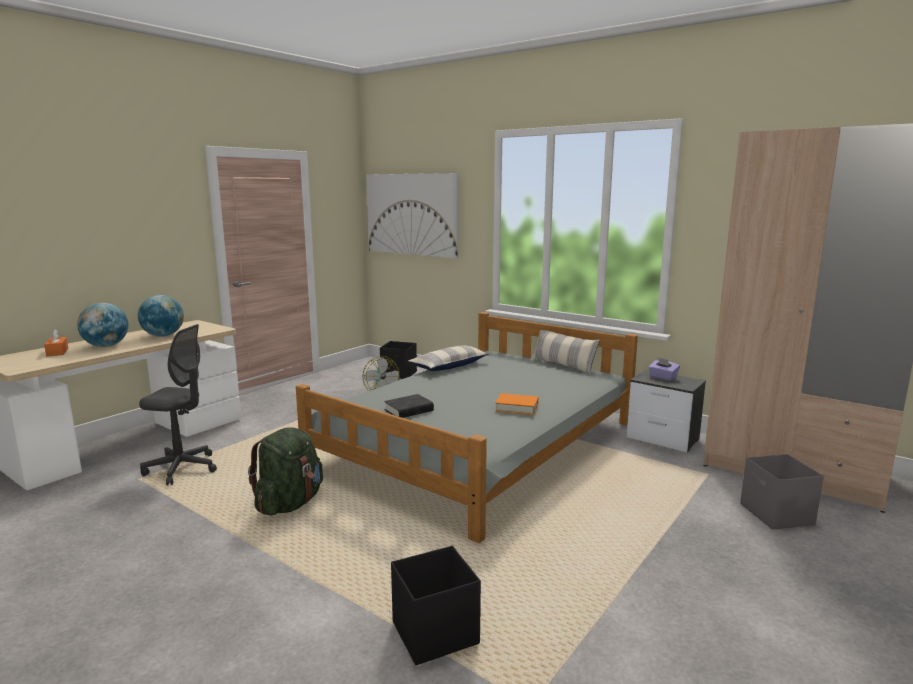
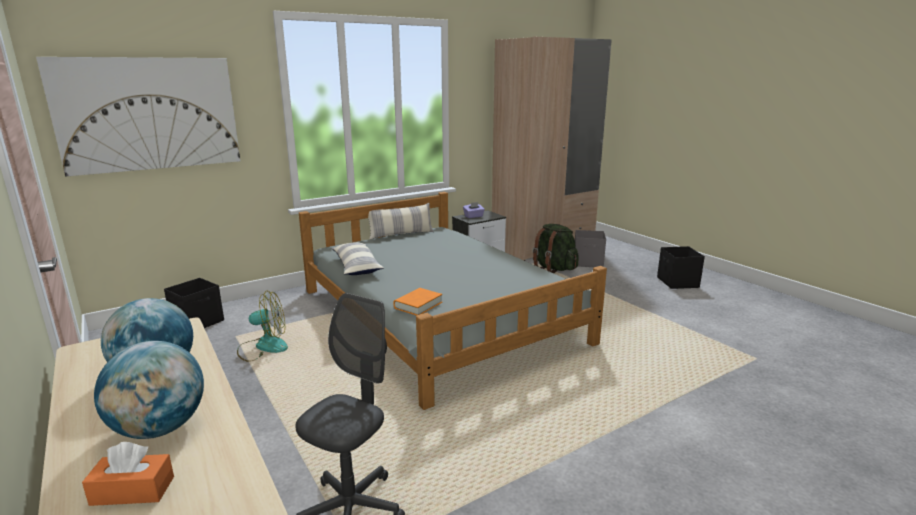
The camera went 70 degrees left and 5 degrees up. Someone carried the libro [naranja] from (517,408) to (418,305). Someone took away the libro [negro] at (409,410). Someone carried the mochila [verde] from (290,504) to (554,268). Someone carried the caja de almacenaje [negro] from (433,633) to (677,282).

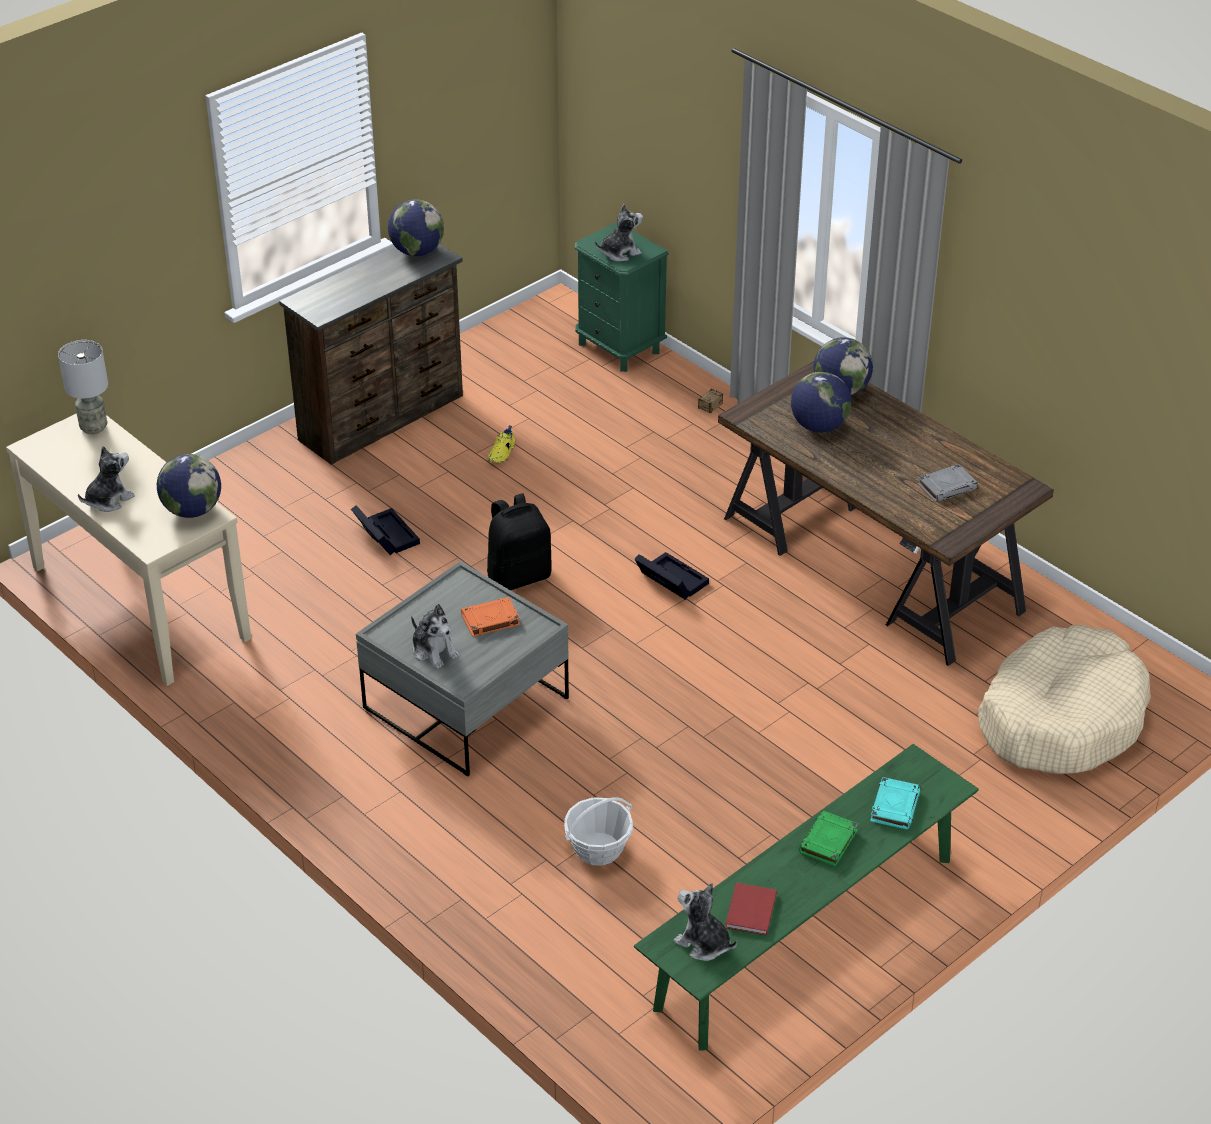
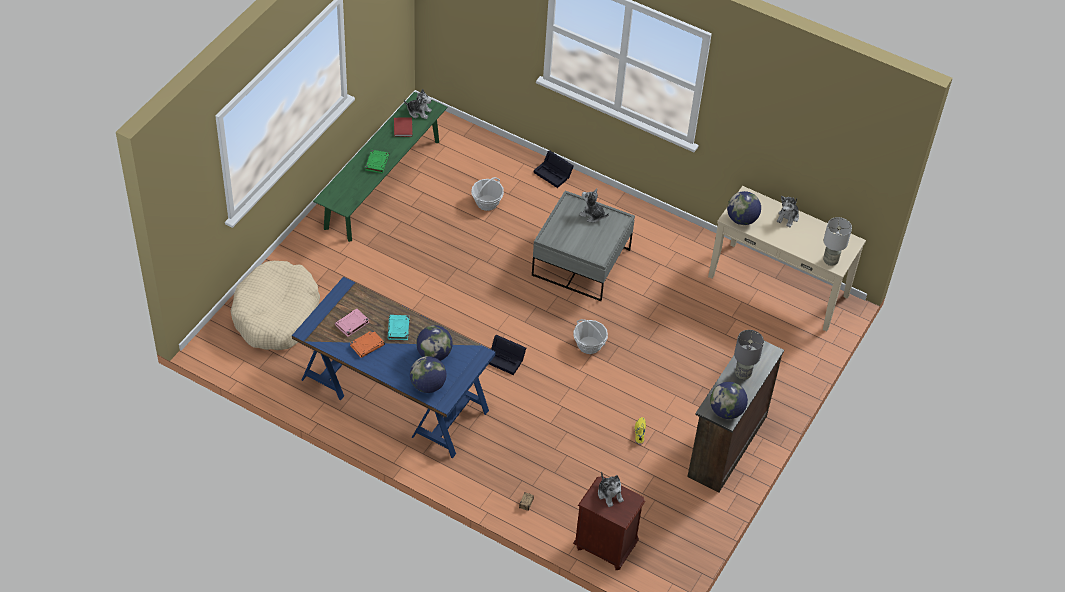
The camera went 160 degrees right and 10 degrees up. Someone rotated the peluche at (619,252) by 75 degrees counterclockwise. Someone repainted the mesita de noche [verde] at (619,348), which became the mesita de noche [marrón] at (605,547). Someone repainted the escritorio [marrón] at (872,563), which became the escritorio [azul] at (394,395). Someone repainted the libro [gris] at (947,487), which became the libro [rosa] at (352,324). Someone swapped the mochila [negro] at (519,575) for the cesta at (589,345). Someone carried the caja de almacenaje [negro] from (384,535) to (554,174). Someone carried the libro [naranja] from (490,620) to (367,345). Someone carried the libro [turquesa] from (894,806) to (398,329). Someone put down the lámpara de mesa [gris] at (743,374).

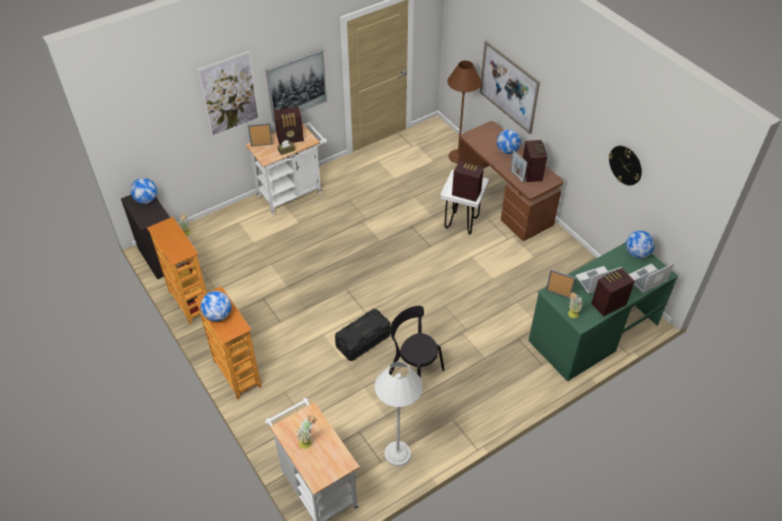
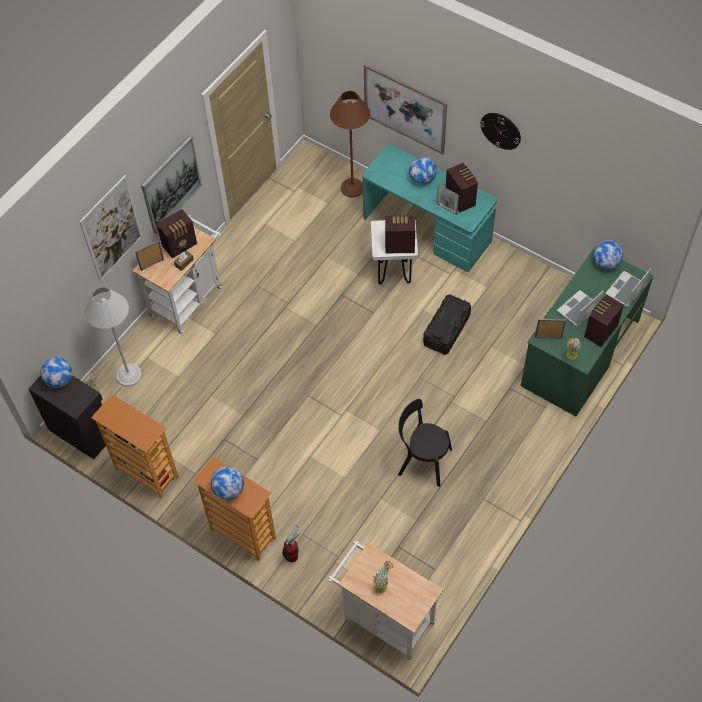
The camera went 20 degrees left and 10 degrees up. Someone repainted the escritorio [marrón] at (504,201), which became the escritorio [turquesa] at (427,229). Someone carried the reloj de pared from (625,165) to (501,130). Someone carried the caja de almacenaje [negro] from (363,341) to (446,330). Someone carried the lámpara de pie [blanco] from (397,453) to (128,375). Someone put down the extintor at (292,557).

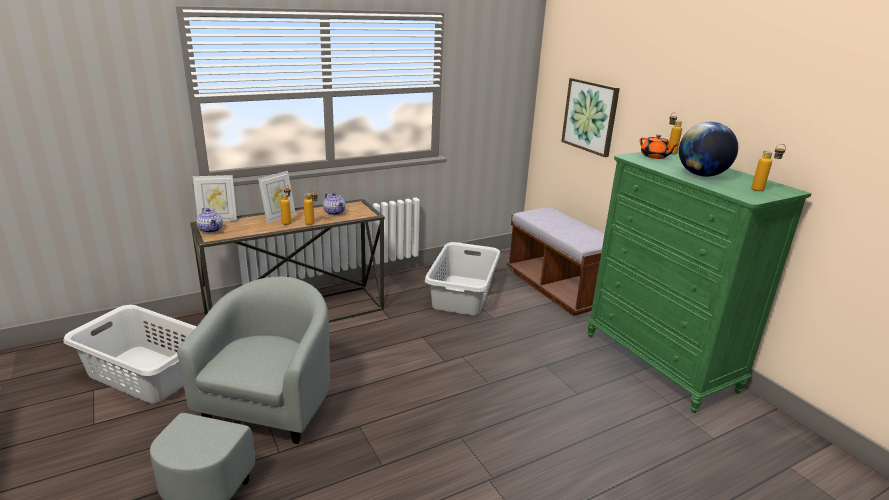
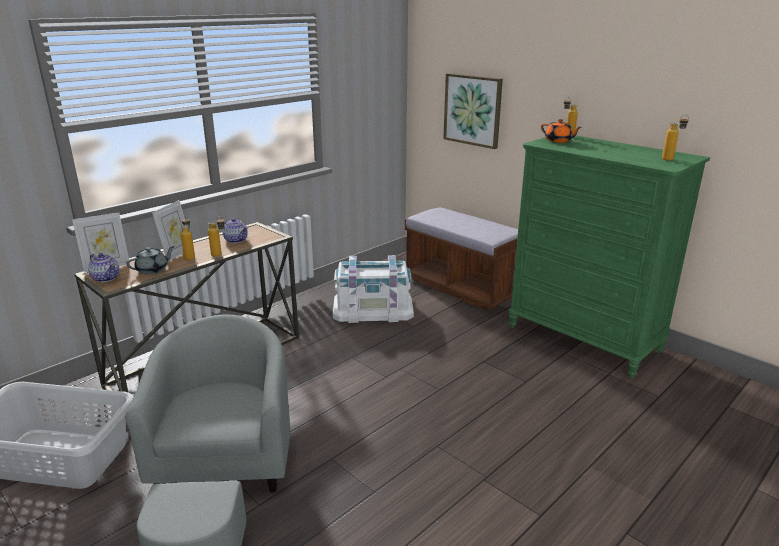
The camera went 15 degrees left and 0 degrees up. Someone took away the globo terráqueo at (701,175). Someone swapped the cesto de la ropa [gris] at (463,294) for the caja de almacenaje [blanco] at (373,308). Someone put down the tetera [gris] at (153,270).

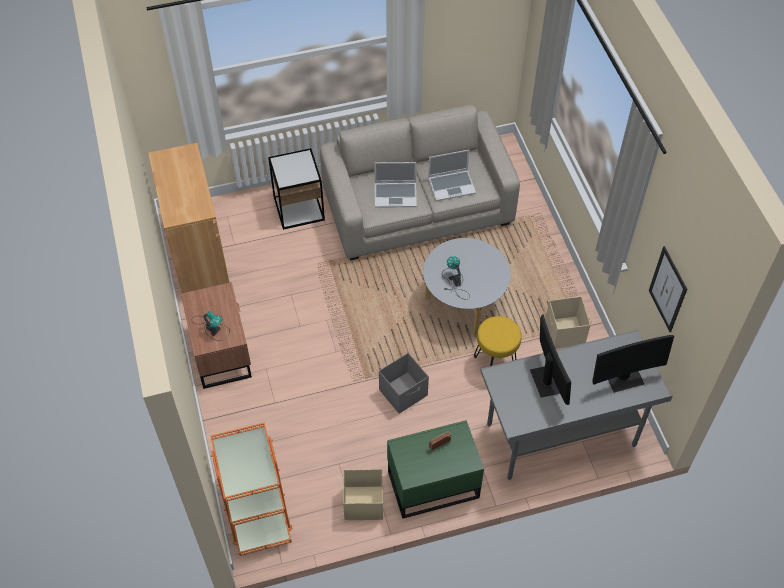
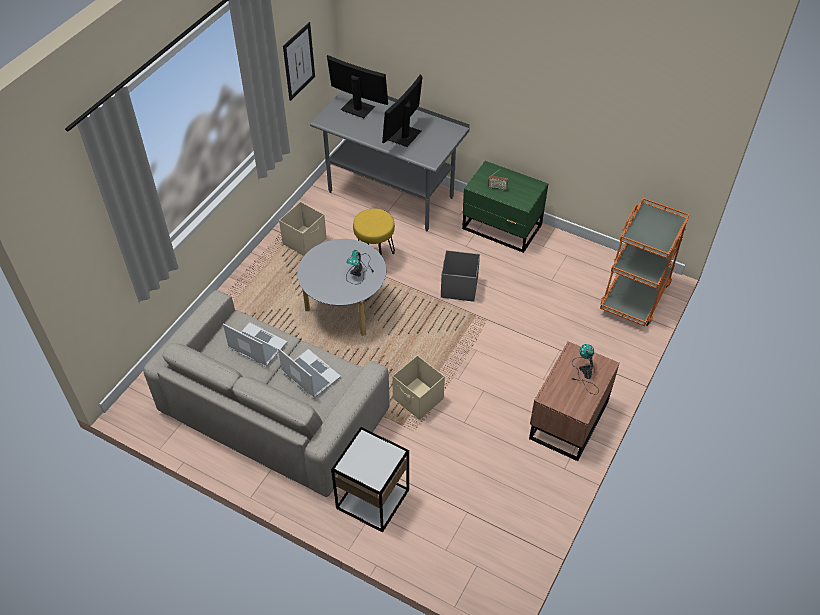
The camera went 135 degrees left and 5 degrees down. Someone took away the armario [marrón] at (199,259). Someone carried the caja de almacenaje [beis] from (363,503) to (418,399).

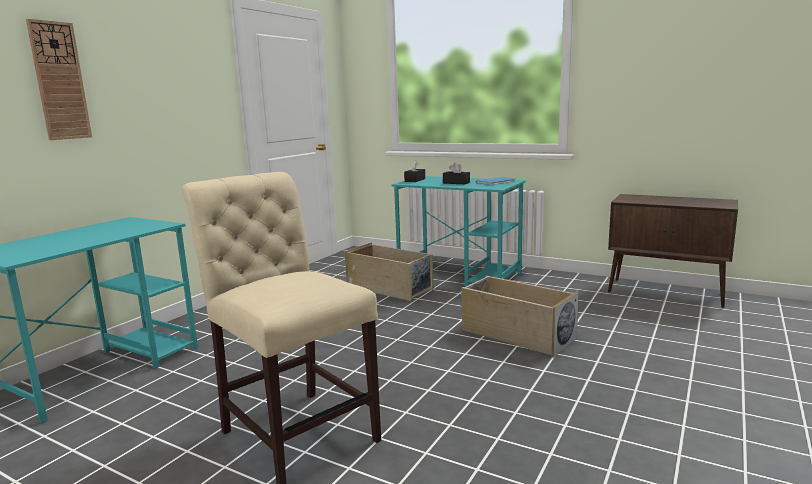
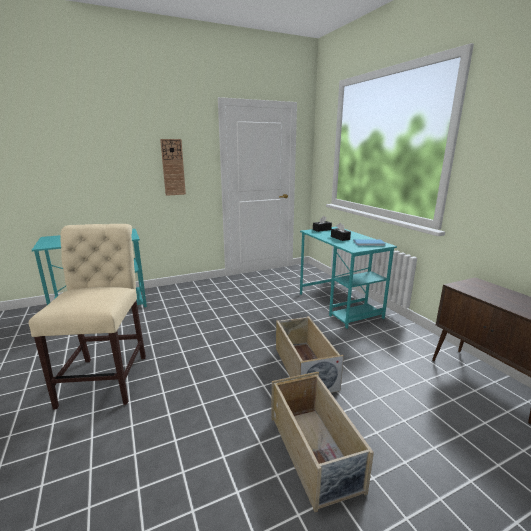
The camera went 35 degrees right and 5 degrees up. Someone carried the reloj de pared from (59,81) to (173,167). Someone carried the caja de almacenaje [beis] from (390,288) to (315,453).

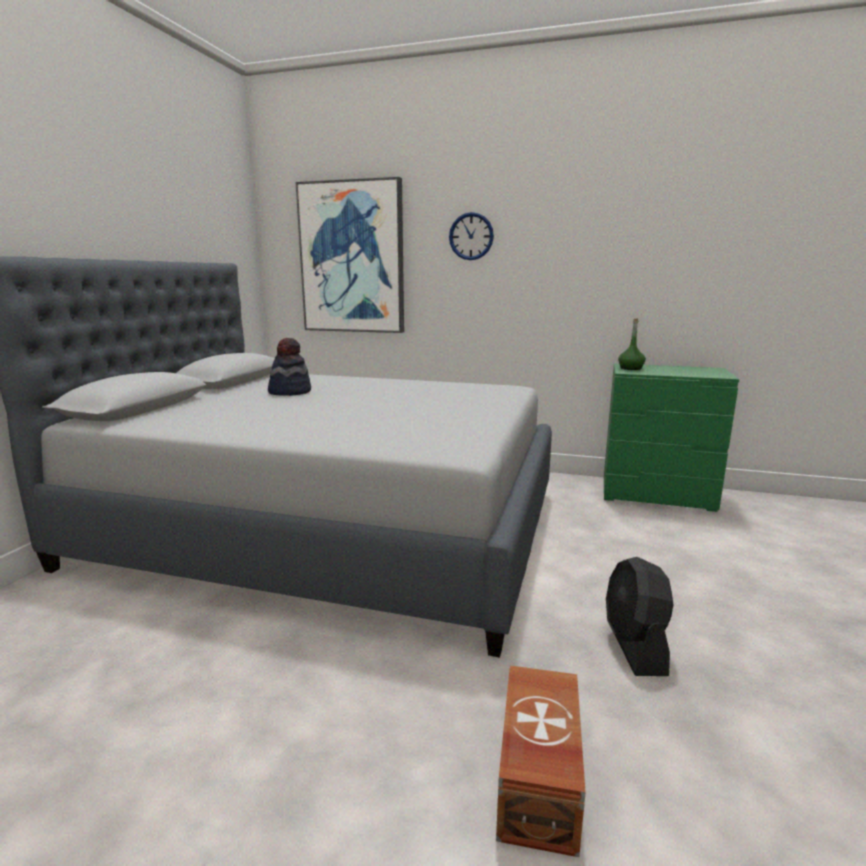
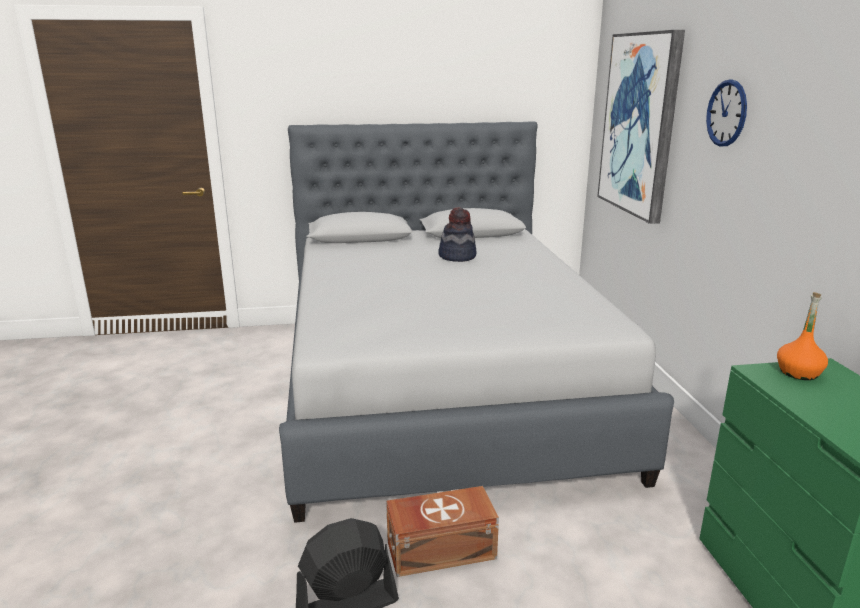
The camera went 65 degrees right and 5 degrees up. Someone repainted the botella [verde] at (630,368), which became the botella [naranja] at (798,372). Someone carried the caja de almacenaje [marrón] from (536,780) to (439,549).

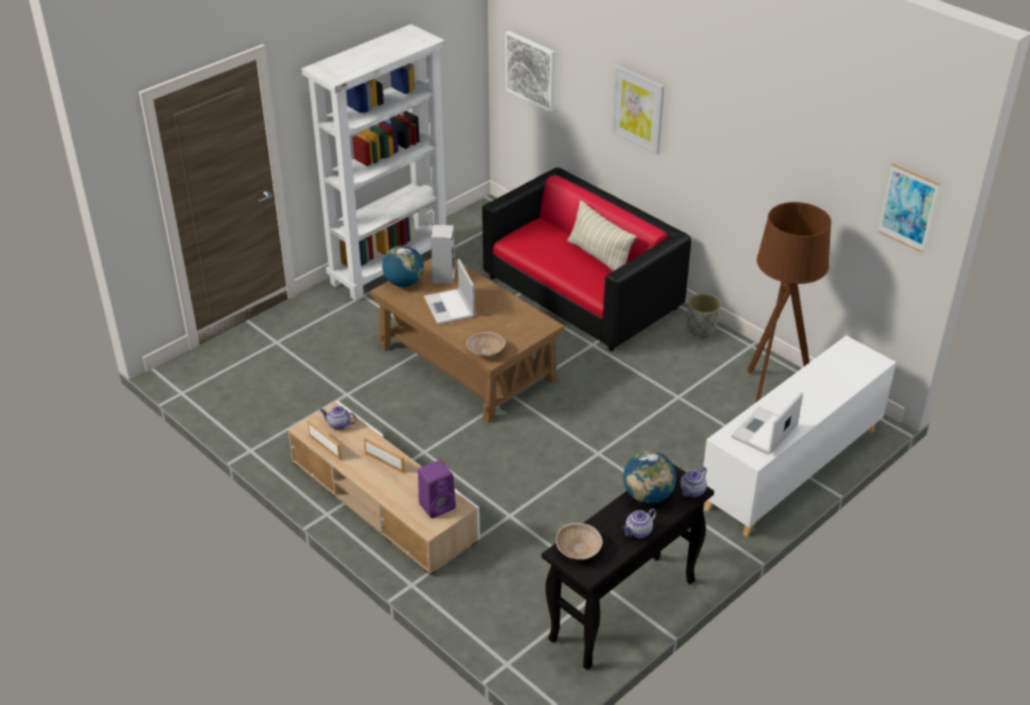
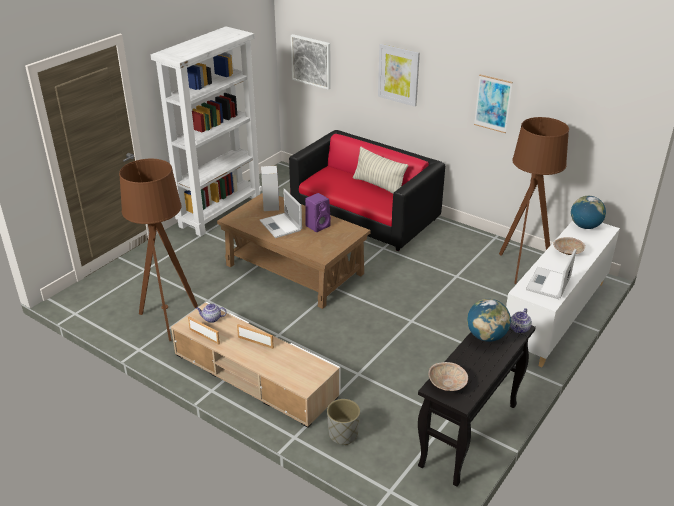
The camera went 10 degrees left and 5 degrees down. Someone carried the cuadro from (908,207) to (493,103). Someone carried the globo terráqueo from (404,283) to (585,226). Someone carried the maceta [gris] from (701,329) to (343,434). Someone carried the cuenco [beis] from (485,351) to (567,252). Someone carried the altavoz [morado] from (438,505) to (318,225). Someone took away the tetera at (638,532). Someone put down the lámpara de pie [marrón] at (169,320).

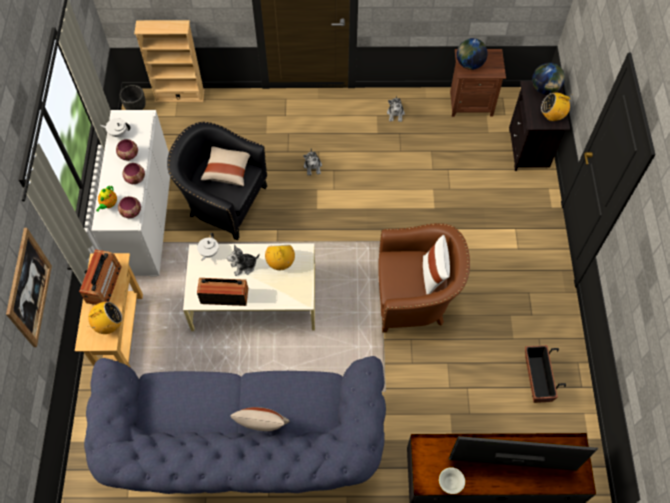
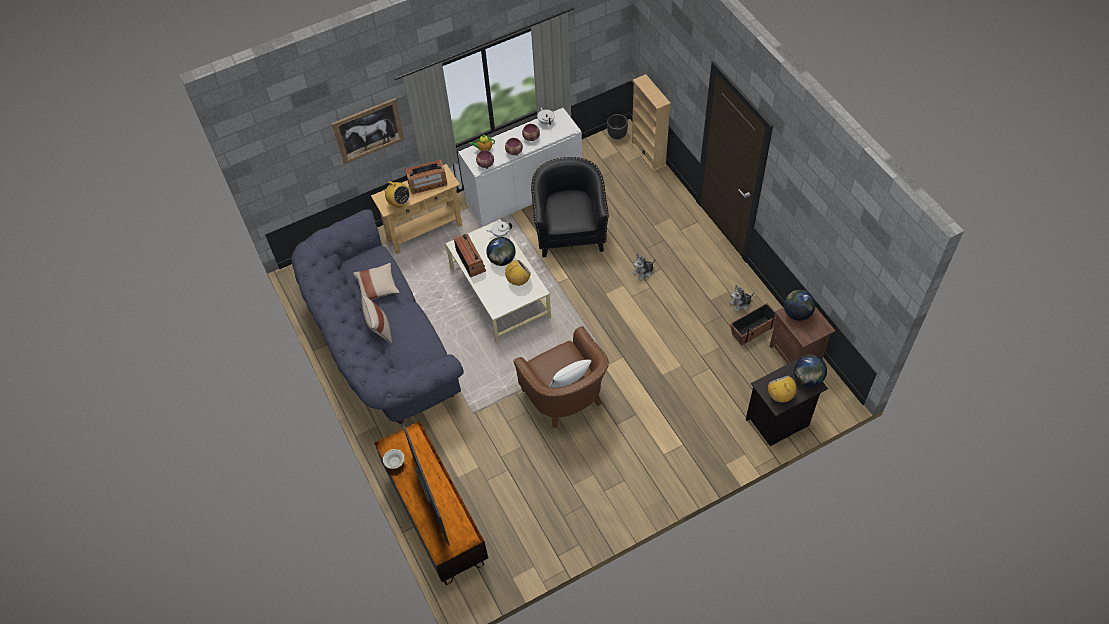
The camera went 65 degrees right and 5 degrees down. Someone carried the cojín [beis] from (228,170) to (377,287). Someone swapped the peluche at (244,266) for the globo terráqueo at (502,260). Someone carried the maceta from (537,379) to (752,330).

